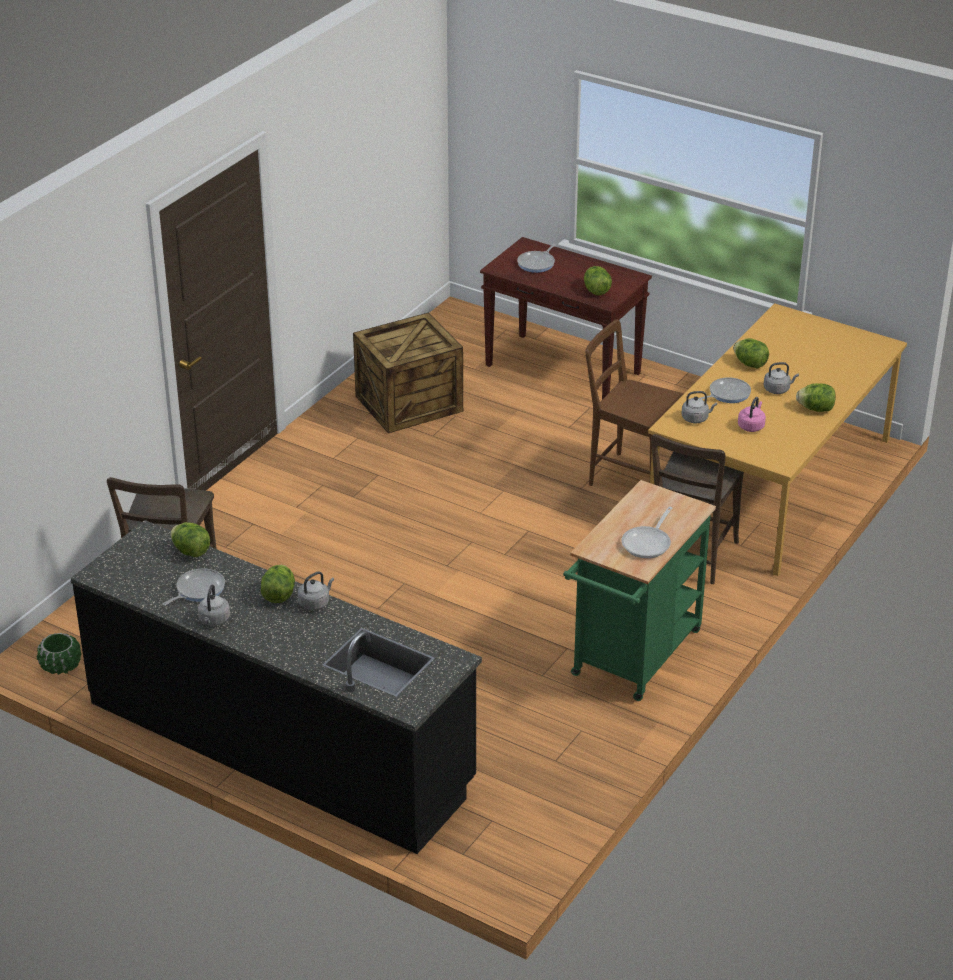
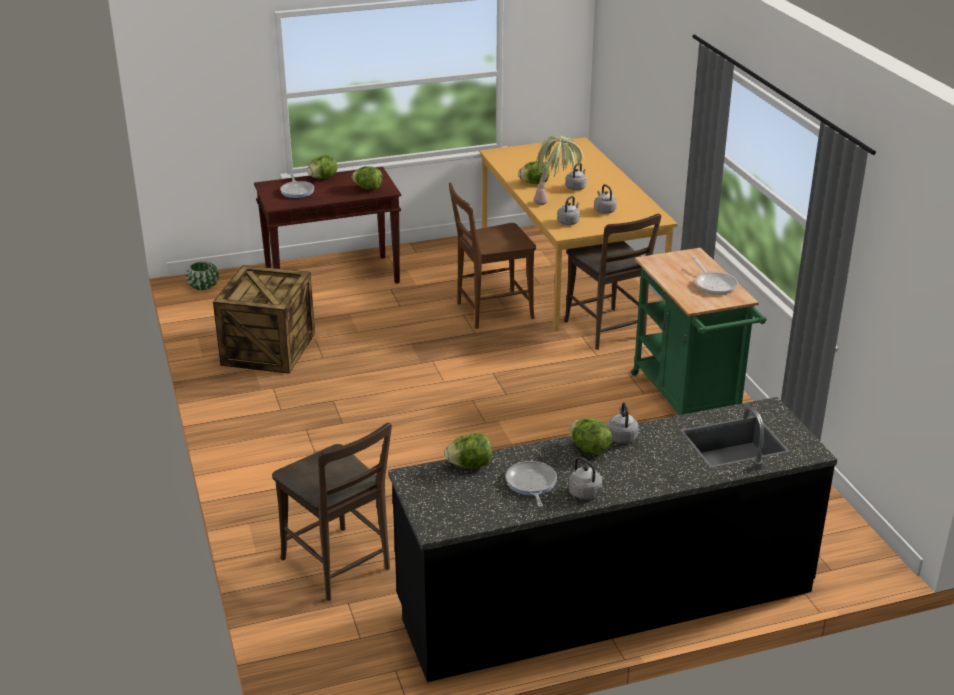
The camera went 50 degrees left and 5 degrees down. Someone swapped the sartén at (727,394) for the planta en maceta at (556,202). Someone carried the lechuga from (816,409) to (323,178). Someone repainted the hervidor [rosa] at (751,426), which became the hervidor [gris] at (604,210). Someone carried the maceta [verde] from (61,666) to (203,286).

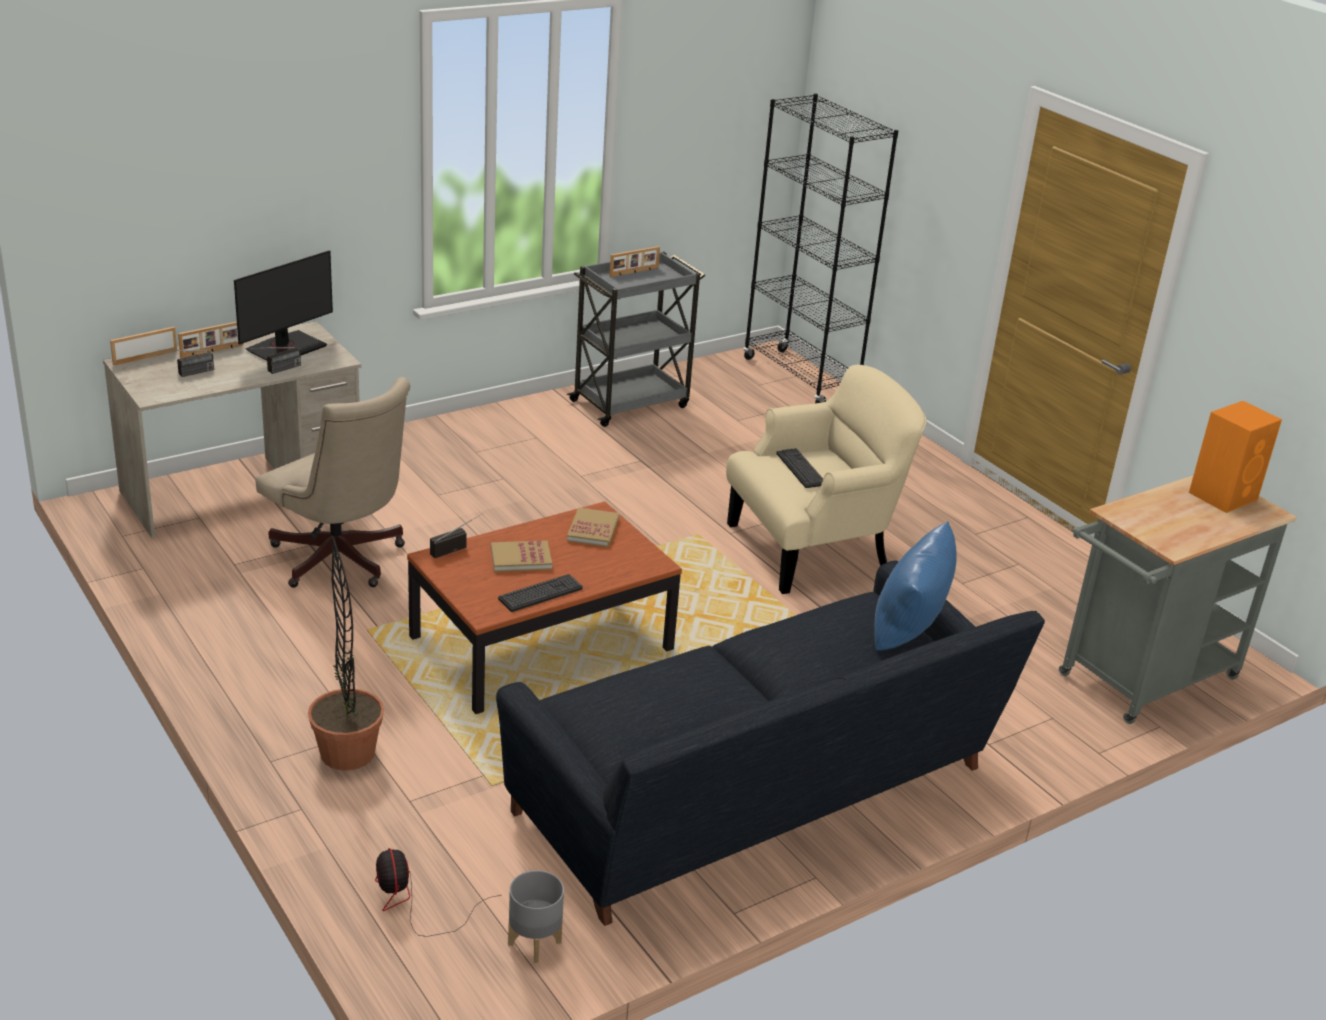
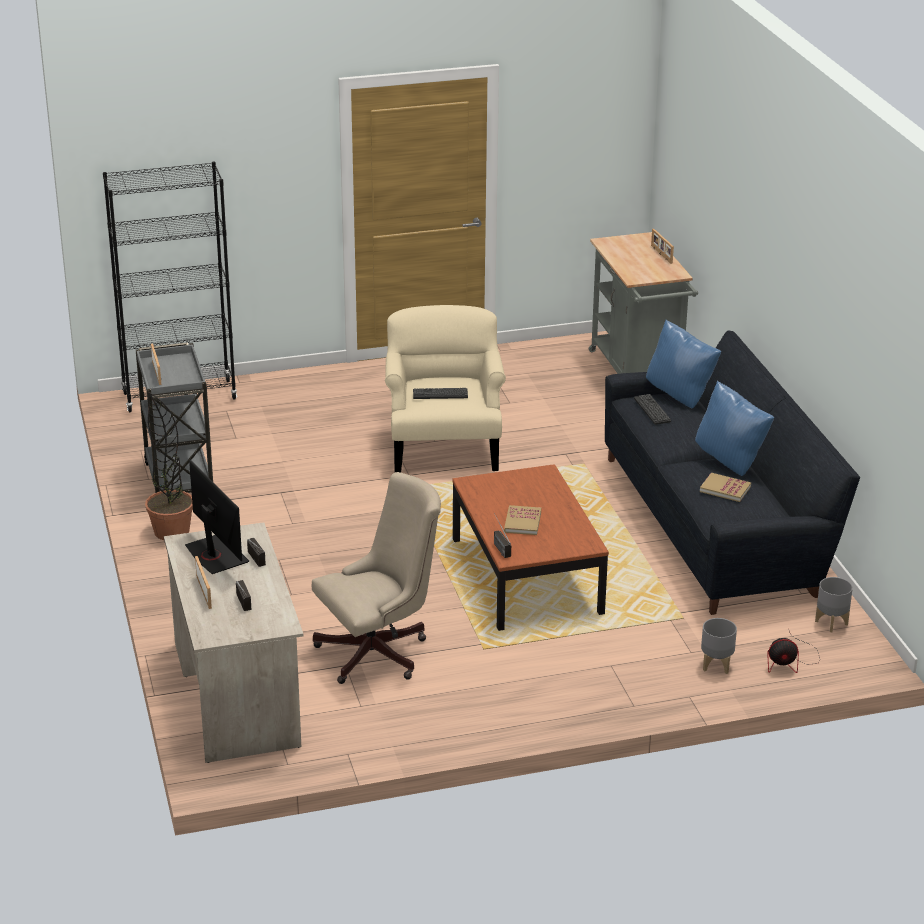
The camera went 70 degrees left and 0 degrees up. Someone carried the portarretratos from (145,357) to (661,254). Someone took away the altavoz [naranja] at (1224,496). Someone carried the libro from (593,530) to (725,489). Someone carried the planta en maceta from (347,753) to (171,531). Someone carried the teclado from (540,594) to (652,410). Someone put down the cojín [azul] at (730,461). Someone put down the maceta [gris] at (717,665).

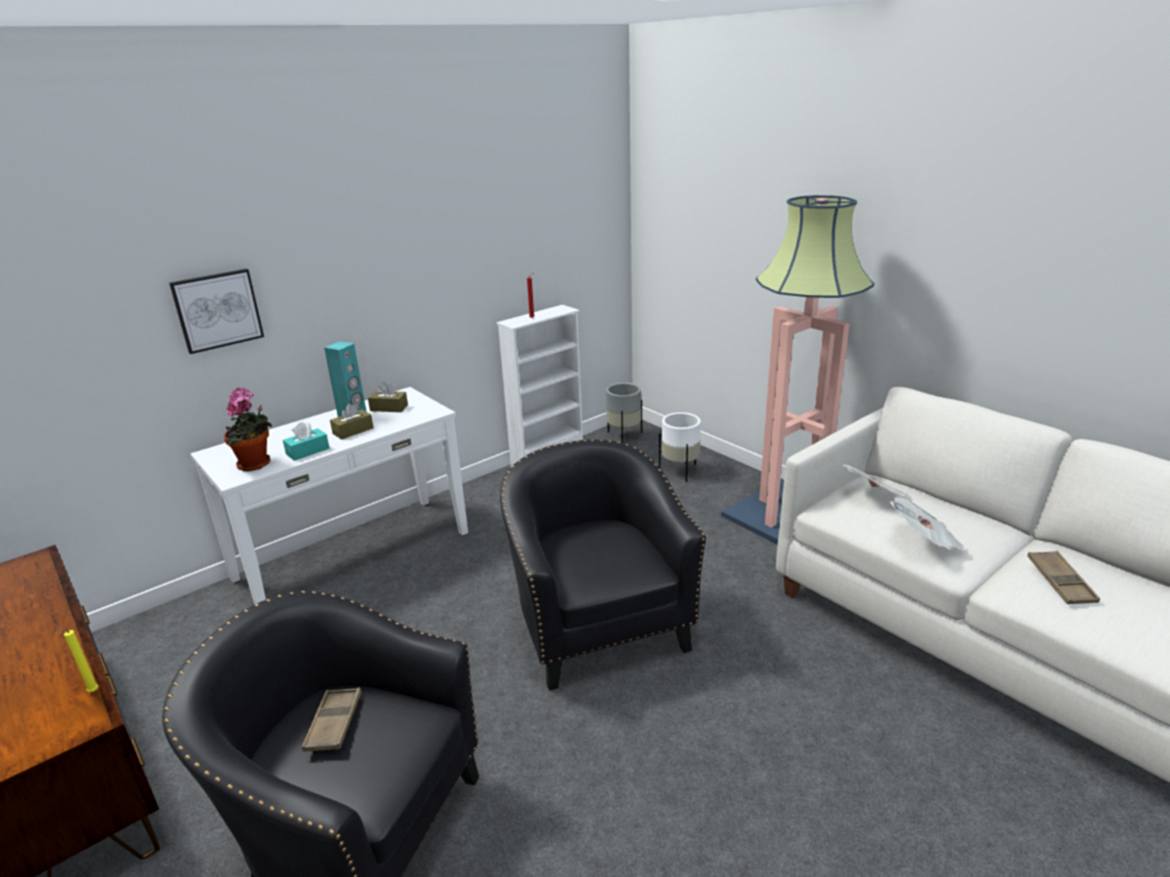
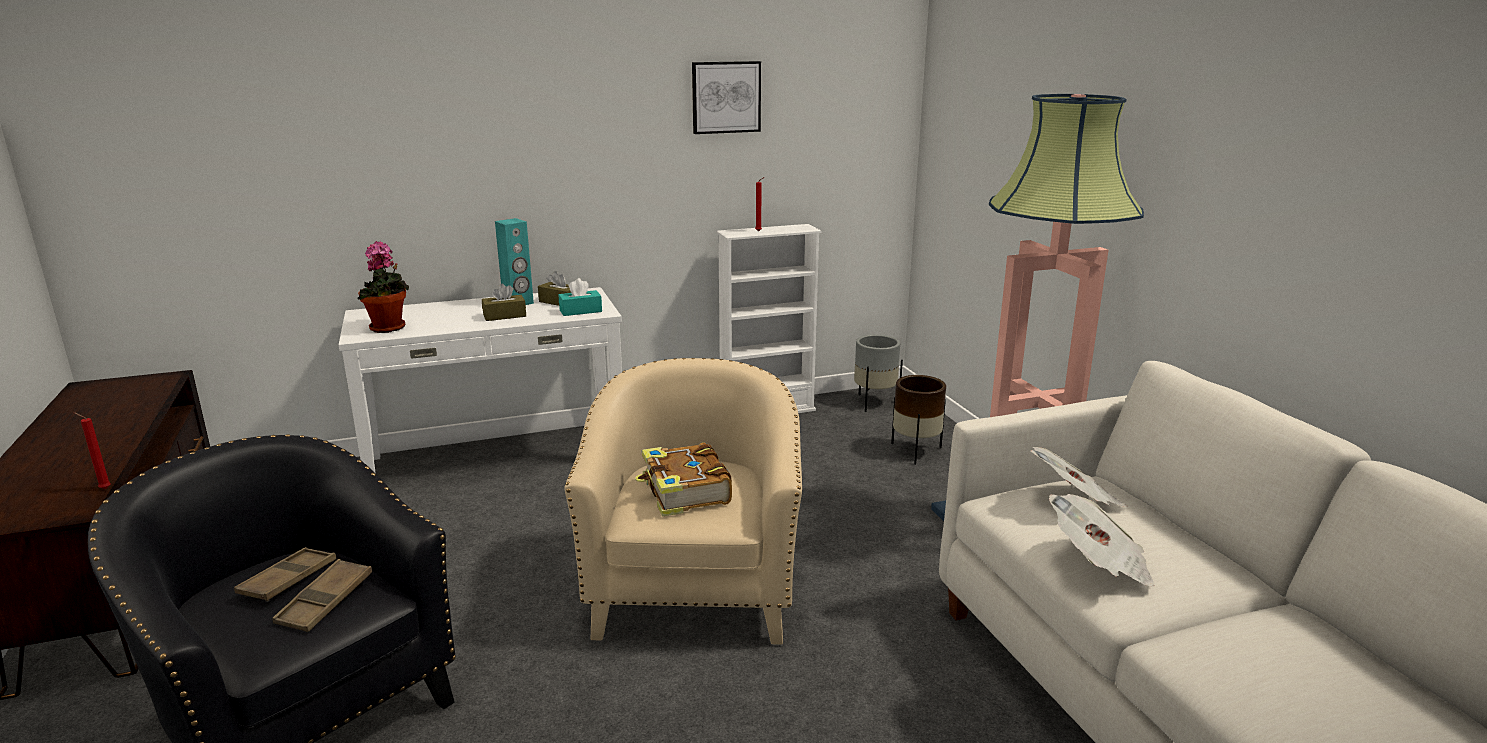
The camera went 20 degrees right and 5 degrees down. Someone carried the cuadro from (217,310) to (726,97). Someone repainted the maceta [blanco] at (680,471), which became the maceta [marrón] at (915,451). Someone carried the caja de pañuelos [turquesa] from (307,451) to (580,311). Someone repainted the sillón [negro] at (598,626), which became the sillón [beis] at (694,590). Someone carried the bandeja [marrón] from (1060,582) to (325,601). Someone repainted the vela [amarillo] at (91,692), which became the vela [rojo] at (103,489). Someone put down the libro at (684,492).

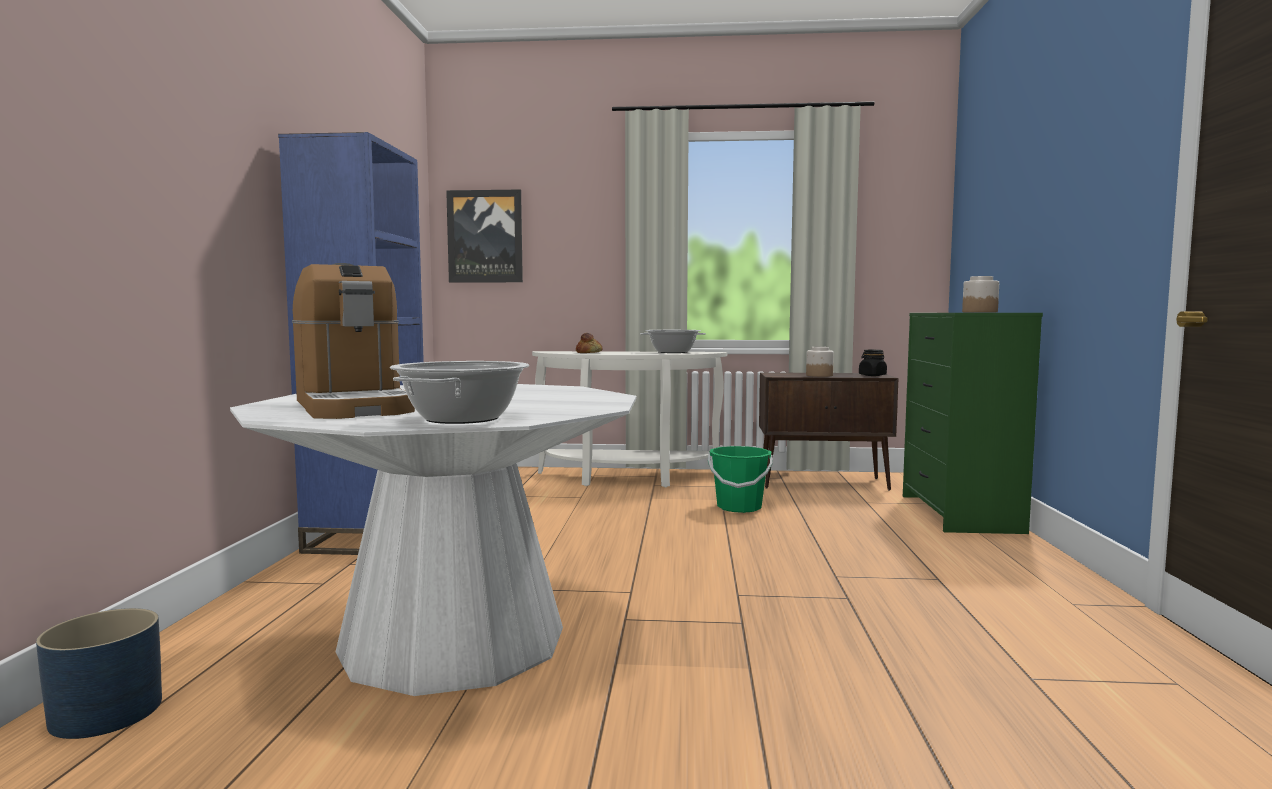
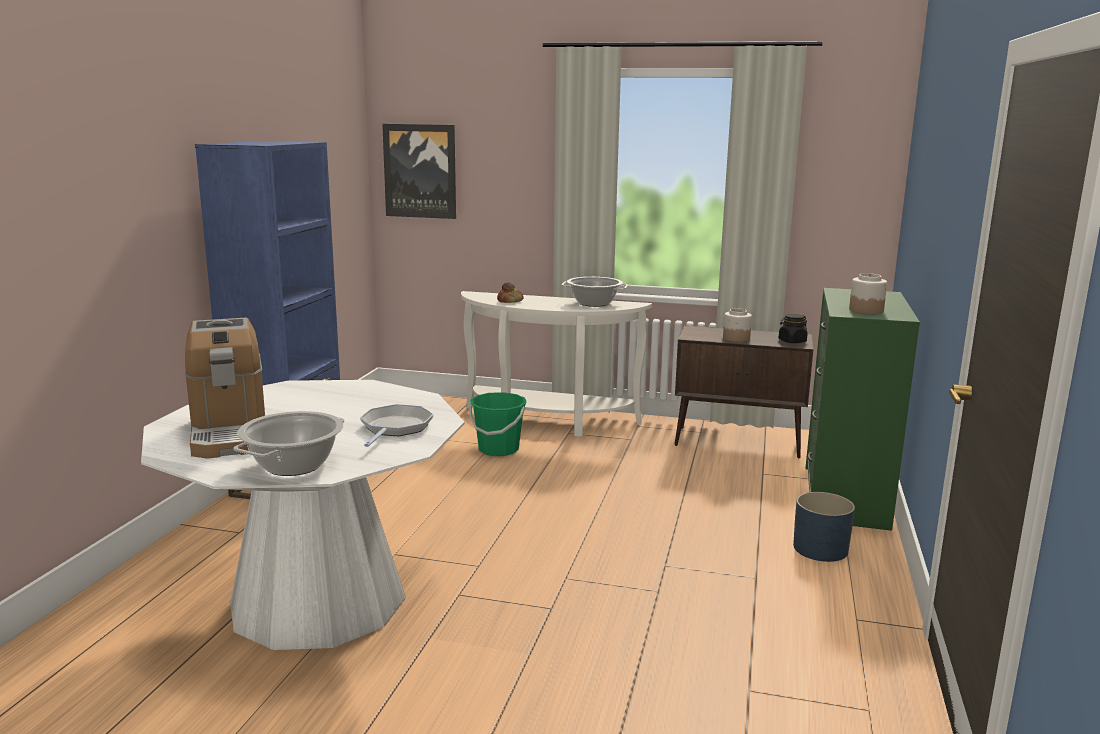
The camera went 10 degrees right and 10 degrees up. Someone carried the cubo [verde] from (739,507) to (498,449). Someone carried the maceta [azul] from (105,712) to (819,549). Someone put down the sartén at (395,428).

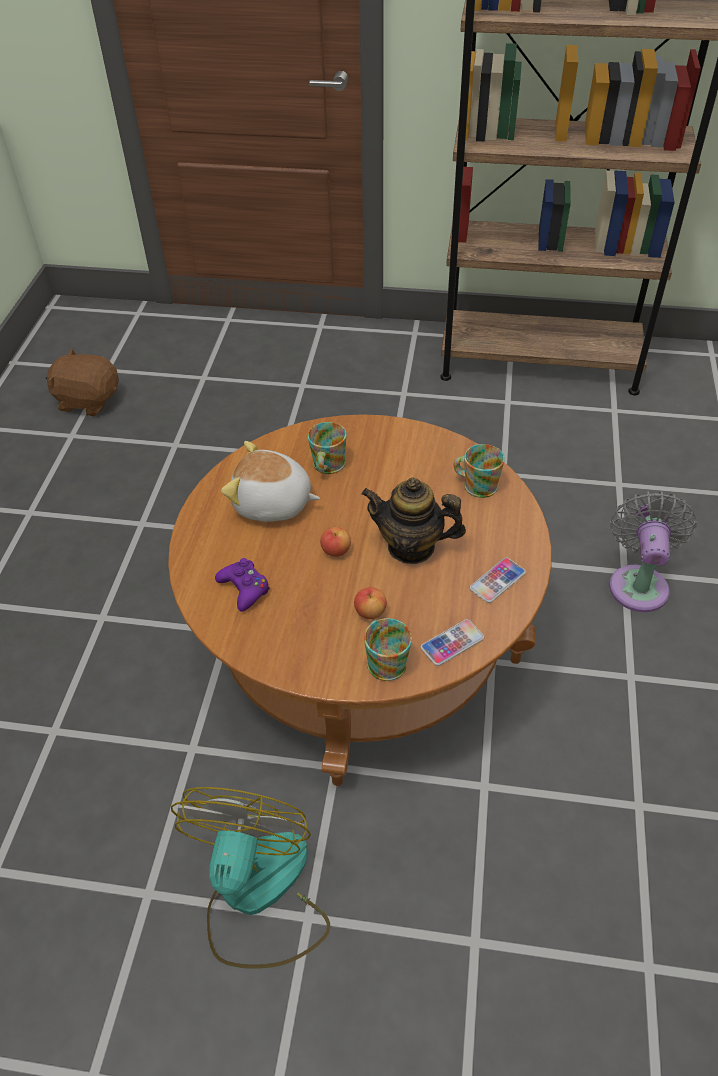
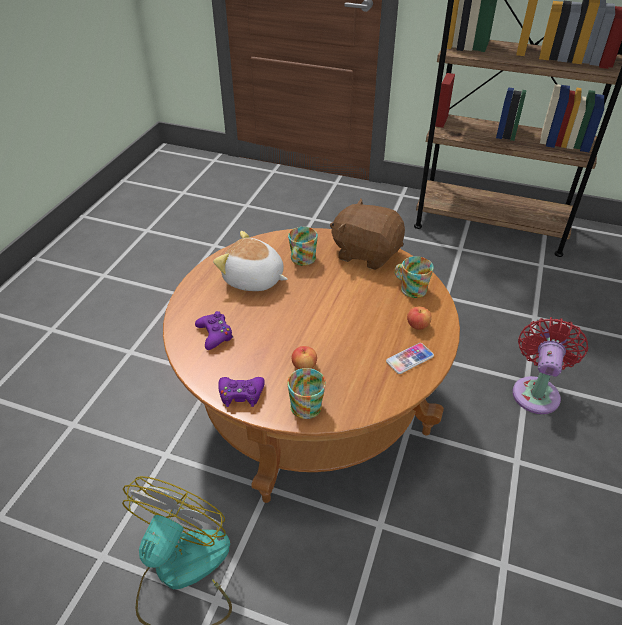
The camera went 10 degrees right and 5 degrees down. Someone carried the peluche [marrón] from (88,400) to (366,253). Someone took away the tetera at (411,547). Someone repainted the ventilador [gris] at (638,583), which became the ventilador [rojo] at (536,391). Someone carried the manzana from (336,550) to (417,325). Someone took away the móvil at (452,643). Someone put down the mando de consola [morado] at (241,394).

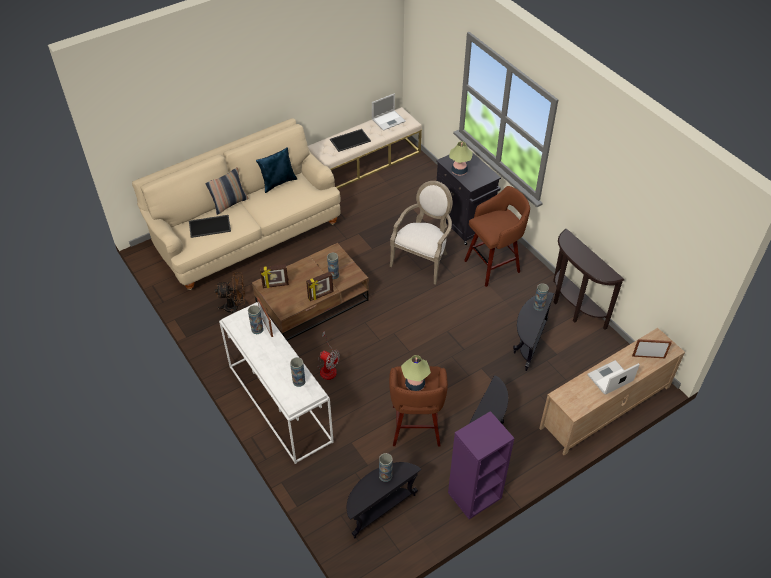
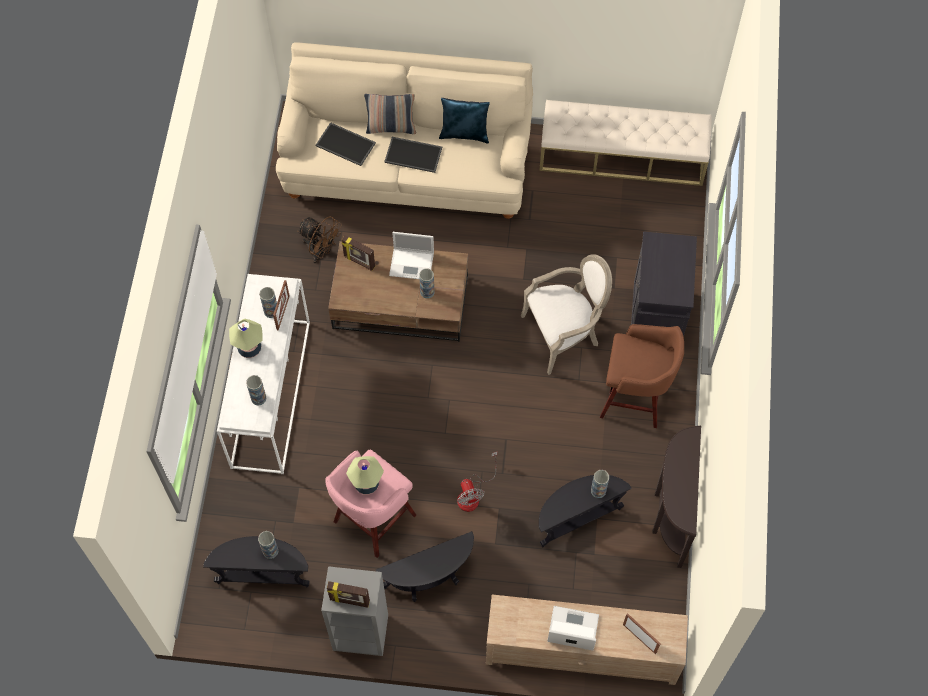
The camera went 40 degrees right and 15 degrees up. Someone carried the portátil from (389,120) to (412,264). Someone carried the bandeja from (350,140) to (414,154). Someone carried the lámpara de mesa from (459,171) to (249,348). Someone carried the portarretratos from (321,295) to (349,601). Someone carried the ventilador from (328,367) to (472,494). Someone repainted the taburete [marrón] at (416,427), which became the taburete [rosa] at (372,520). Someone repainted the estantería [morado] at (474,496), which became the estantería [gris] at (360,633).

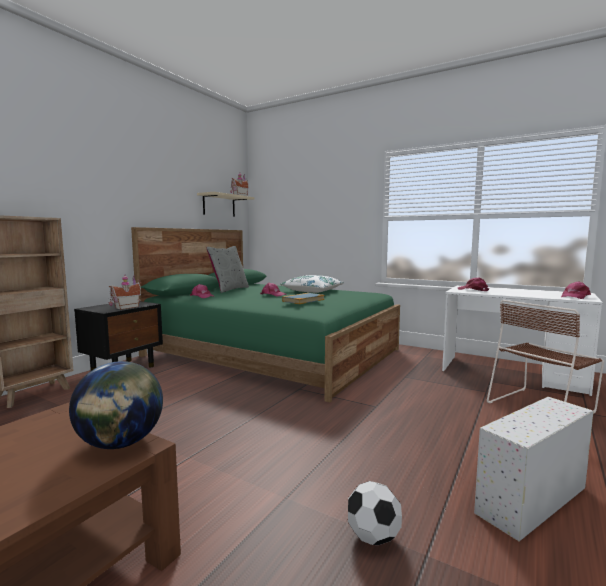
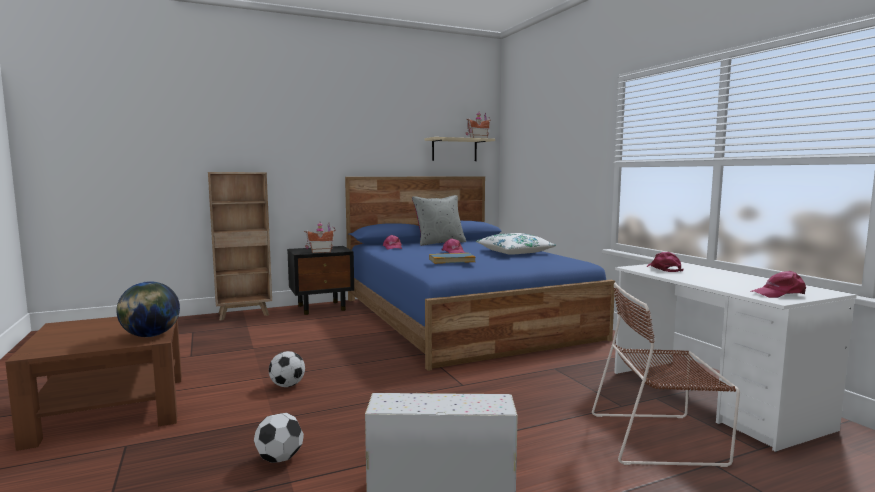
The camera went 35 degrees right and 0 degrees up. Someone repainted the cama [verde] at (272,352), which became the cama [azul] at (462,317). Someone put down the balón de fútbol at (287,385).

